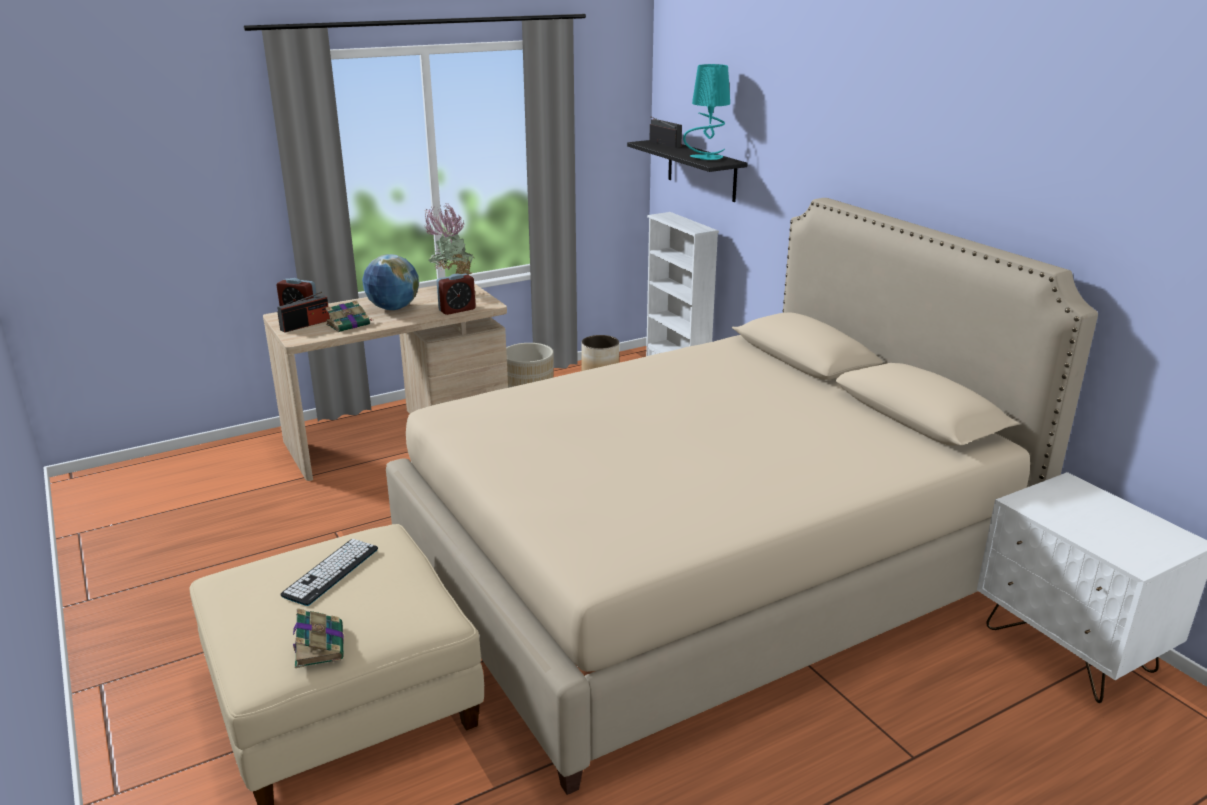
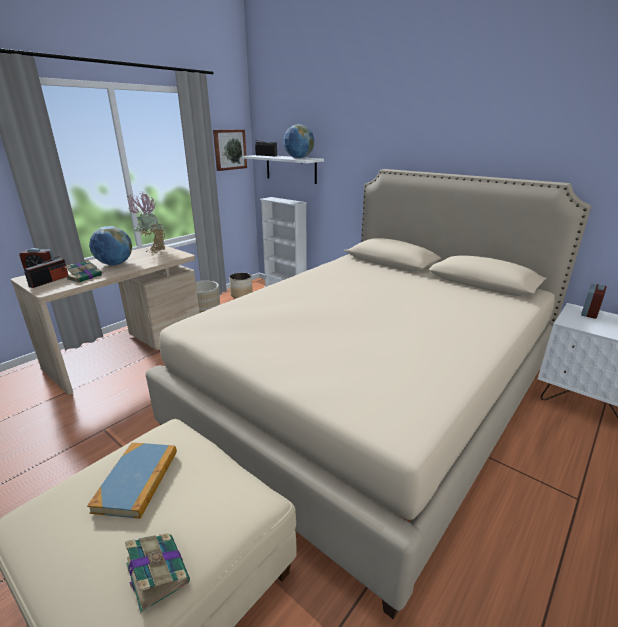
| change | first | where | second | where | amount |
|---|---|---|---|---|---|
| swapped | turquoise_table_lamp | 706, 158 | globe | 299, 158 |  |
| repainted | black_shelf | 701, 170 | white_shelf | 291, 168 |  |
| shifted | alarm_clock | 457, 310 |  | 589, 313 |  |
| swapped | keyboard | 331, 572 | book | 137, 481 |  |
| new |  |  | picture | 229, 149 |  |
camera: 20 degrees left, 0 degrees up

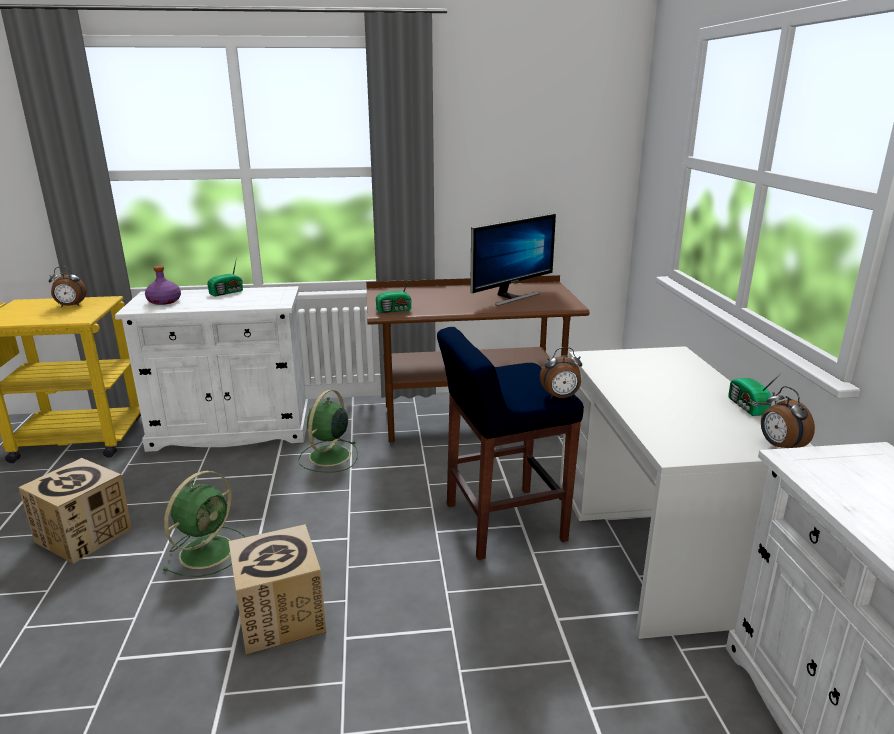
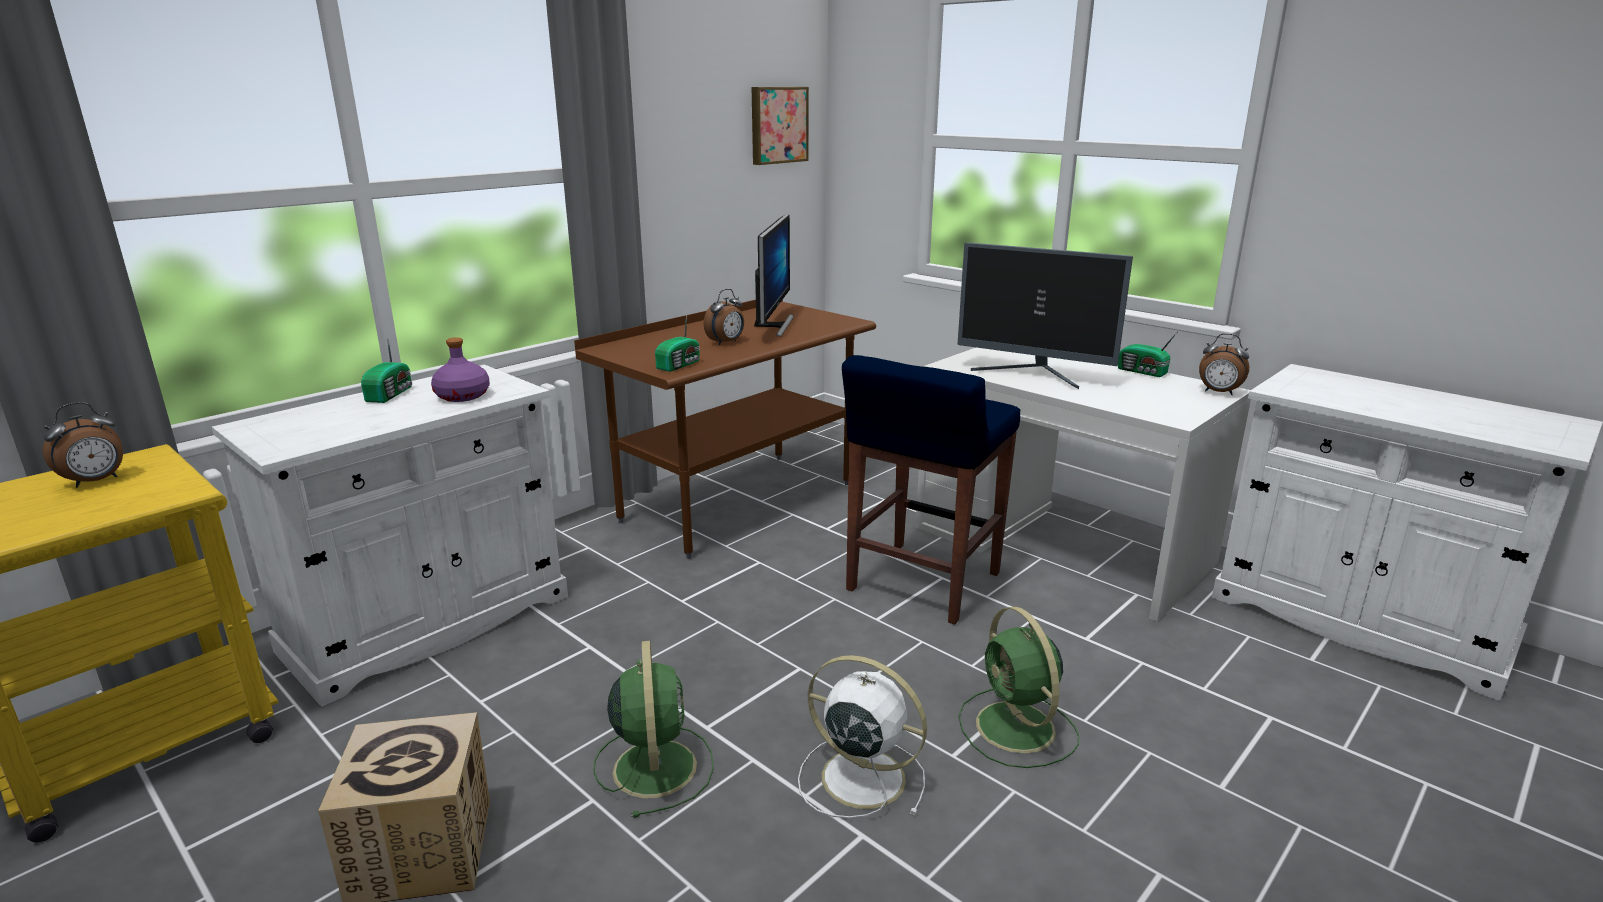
| change | first | where | second | where | amount |
|---|---|---|---|---|---|
| shifted | purple_bottle | 164, 301 |  | 462, 396 |  |
| shifted | alarm_clock | 560, 397 |  | 726, 342 |  |
| shifted | green_fan | 328, 457 |  | 1017, 729 |  |
| swapped | cardboard_box | 280, 616 | white_fan | 859, 776 |  |
| new |  |  | picture | 777, 125 |  |
| new |  |  | monitor | 1033, 374 |  |
camera: 40 degrees left, 0 degrees up

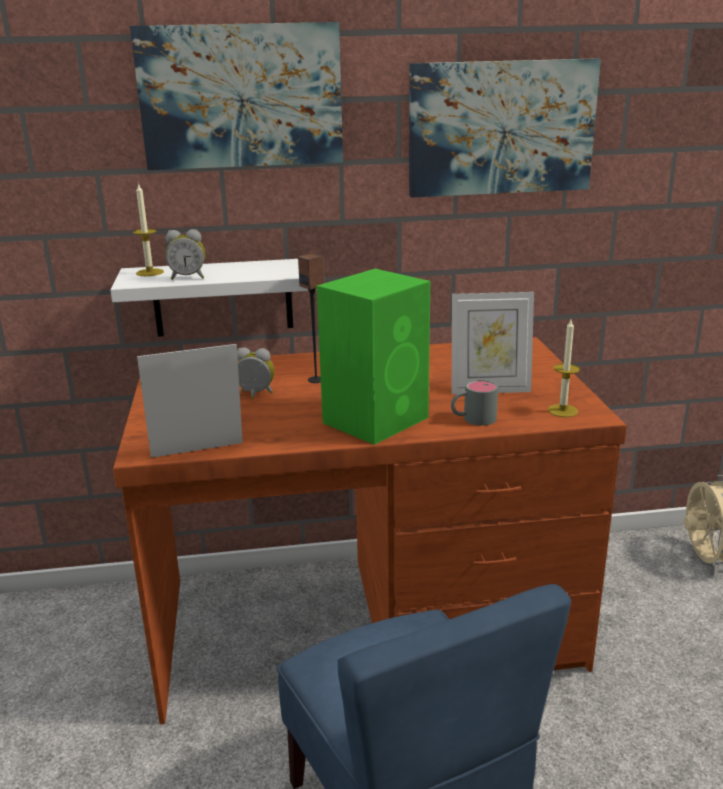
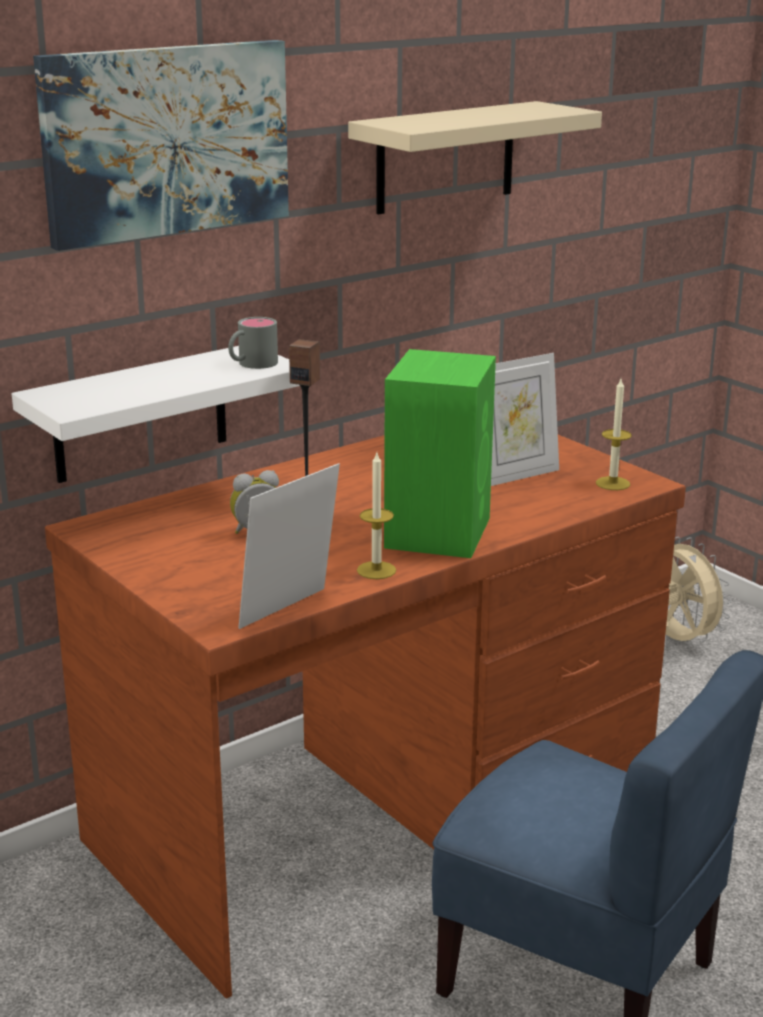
| change | first | where | second | where | amount |
|---|---|---|---|---|---|
| swapped | picture | 501, 128 | beige_shelf | 445, 157 |  |
| shifted | candle | 150, 272 |  | 376, 570 |  |
| gone | alarm_clock | 188, 277 |  |  |  |
| shifted | grey_mug | 472, 419 |  | 251, 364 |  |
camera: 30 degrees left, 0 degrees up

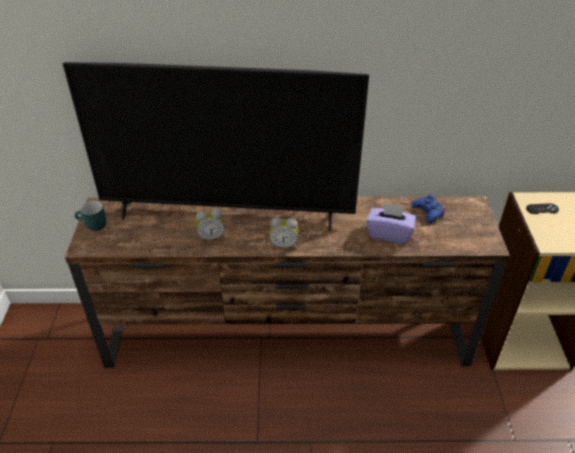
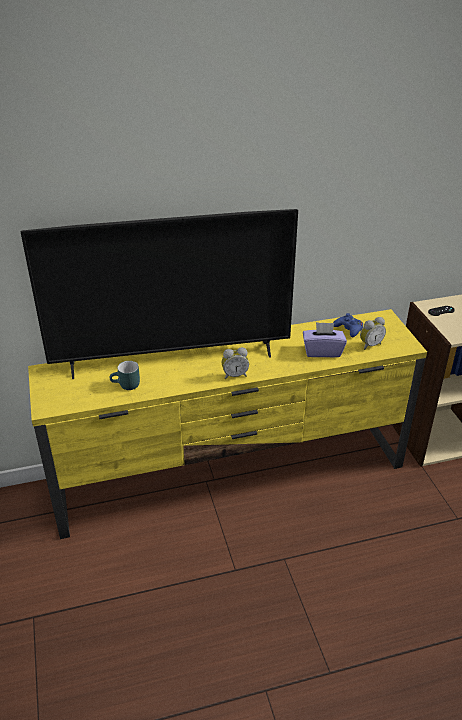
| change | first | where | second | where | amount |
|---|---|---|---|---|---|
| repainted | brown_tv_stand | 289, 336 | yellow_tv_stand | 232, 474 |  |
| shifted | turquoise_mug | 93, 226 |  | 126, 386 |  |
| shifted | alarm_clock | 211, 237 |  | 370, 345 |  |
camera: 15 degrees left, 5 degrees down

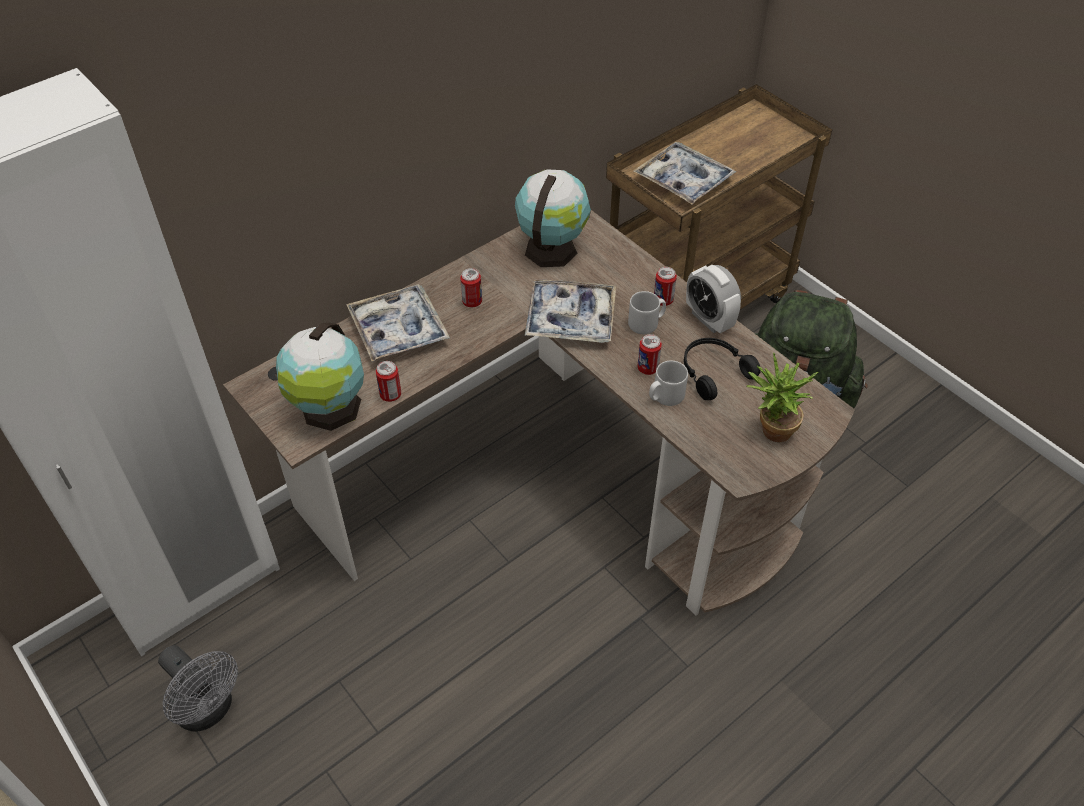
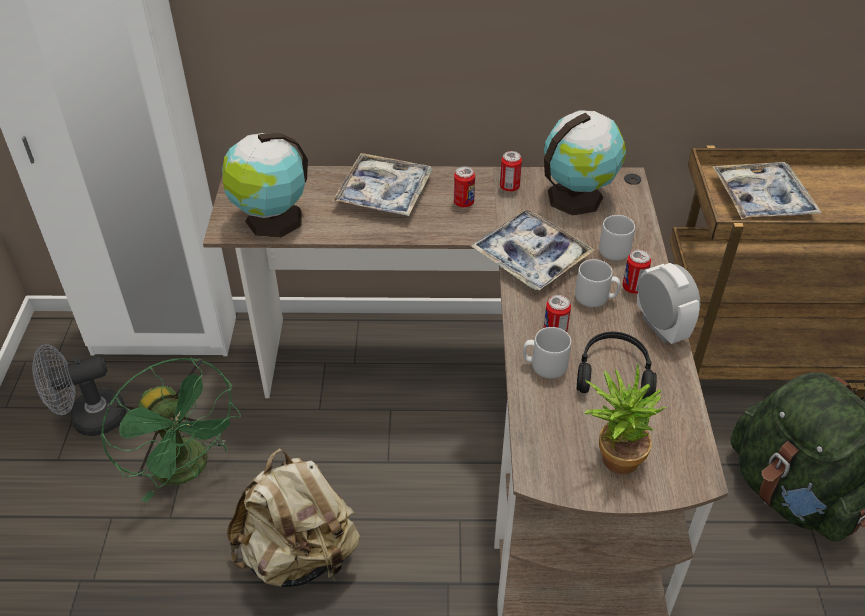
| change | first | where | second | where | amount |
|---|---|---|---|---|---|
| rotated | alarm_clock | 709, 319 |  | 660, 327 | 150 degrees clockwise |
| shifted | can | 390, 395 |  | 509, 187 |  |
| rotated | grey_fan | 209, 710 |  | 89, 419 | 75 degrees clockwise |
| new |  |  | grey_mug | 613, 248 |  |
| new |  |  | green_fan | 188, 470 |  |
| new |  |  | beige_backpack | 299, 555 |  |
camera: 40 degrees right, 5 degrees down

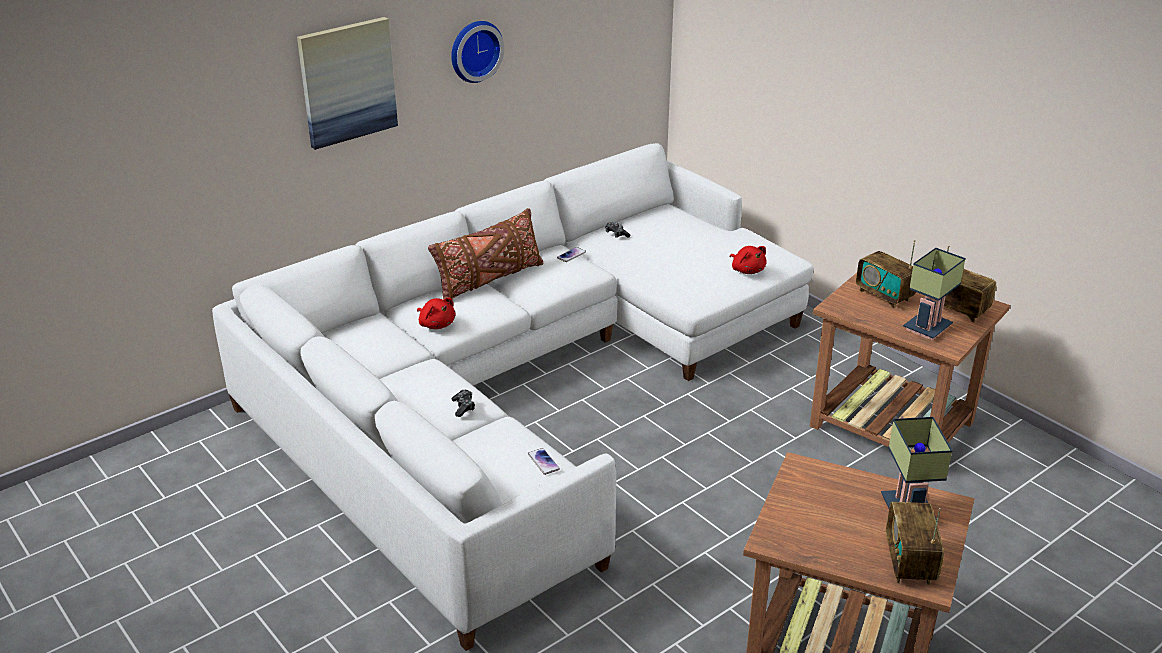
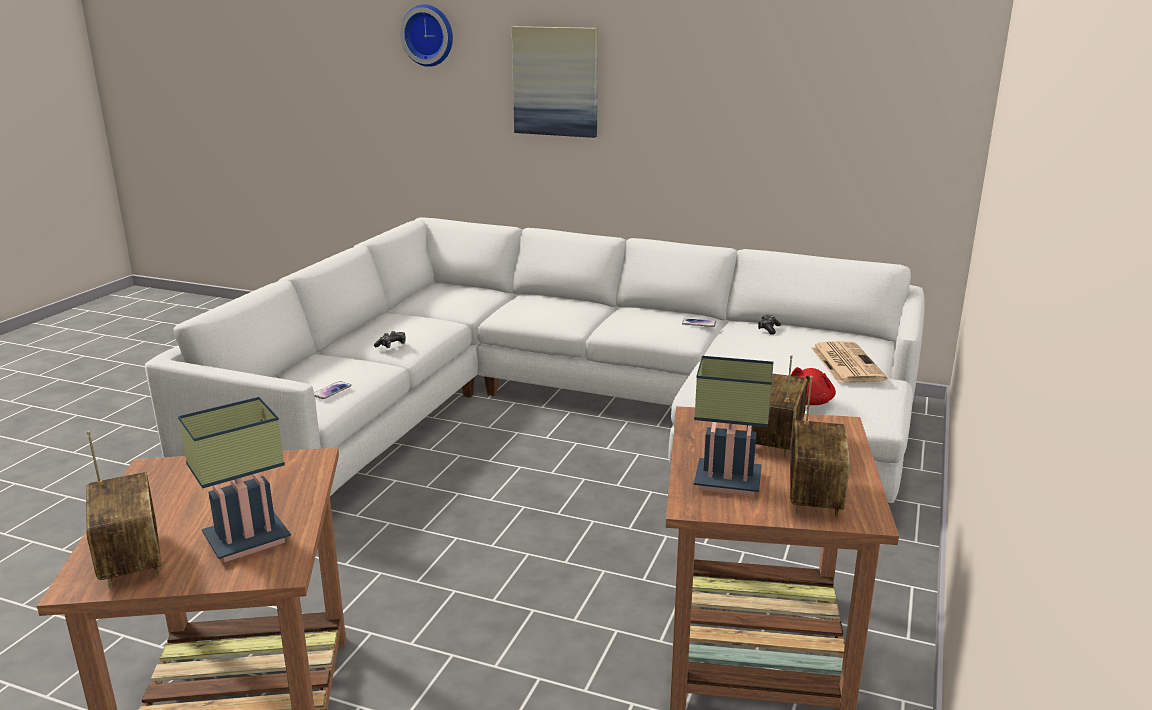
| change | first | where | second | where | amount |
|---|---|---|---|---|---|
| shifted | wall_clock | 474, 50 |  | 429, 35 |  |
| gone | brown_pillow | 489, 280 |  |  |  |
| gone | red_plush_toy | 436, 324 |  |  |  |
| rotated | radio | 909, 562 |  | 130, 560 | 90 degrees clockwise |
| new |  |  | newspaper | 845, 363 |  |
camera: 60 degrees right, 10 degrees down

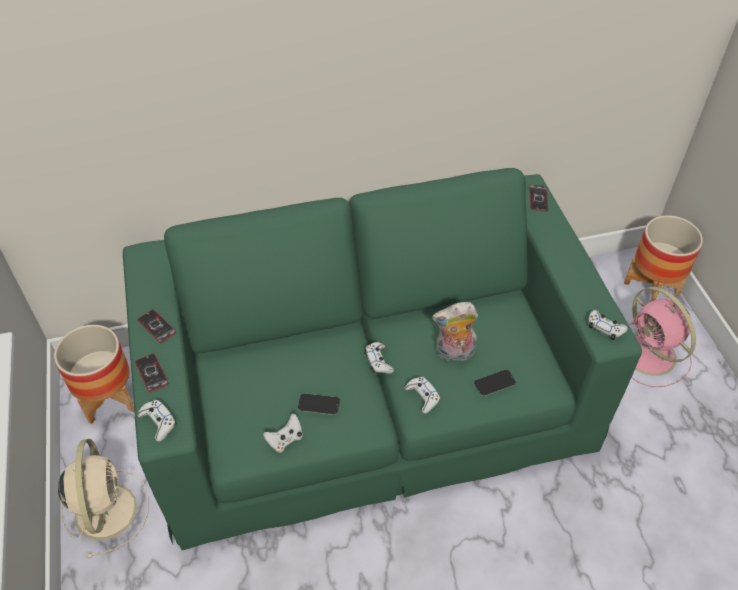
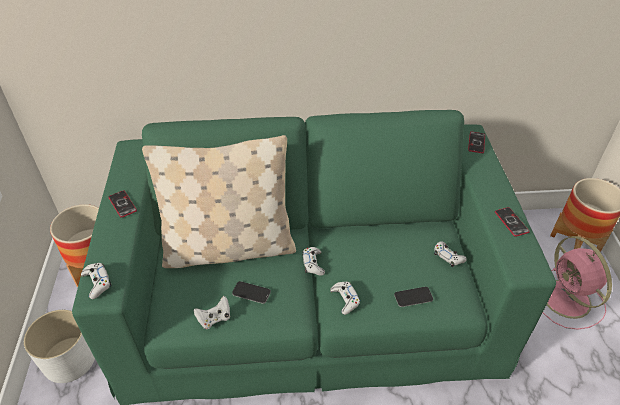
| change | first | where | second | where | amount |
|---|---|---|---|---|---|
| gone | plush_toy | 453, 353 |  |  |  |
| shifted | white_game_controller | 605, 327 |  | 448, 256 |  |
| shifted | phone | 151, 373 |  | 511, 222 |  |
| swapped | beige_fan | 106, 508 | white_planter | 69, 359 |  |
| new |  |  | beige_pillow | 229, 248 |  |
camera: 10 degrees right, 5 degrees down

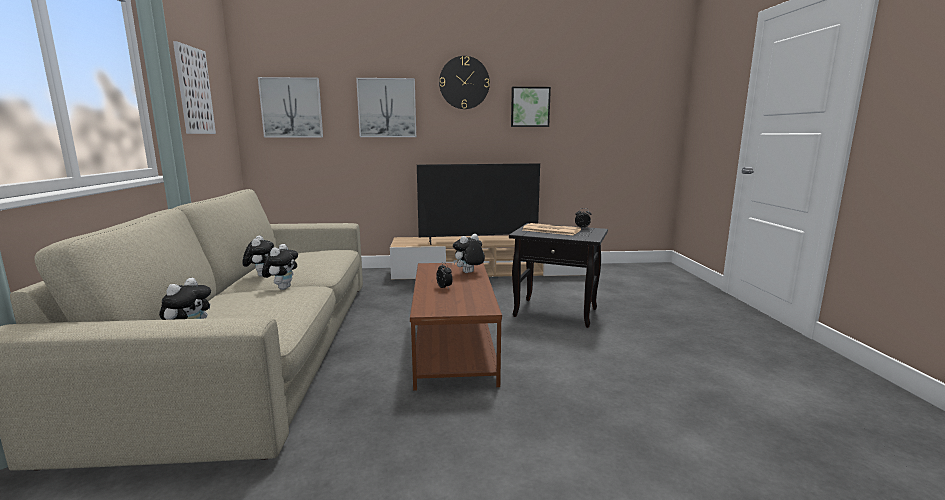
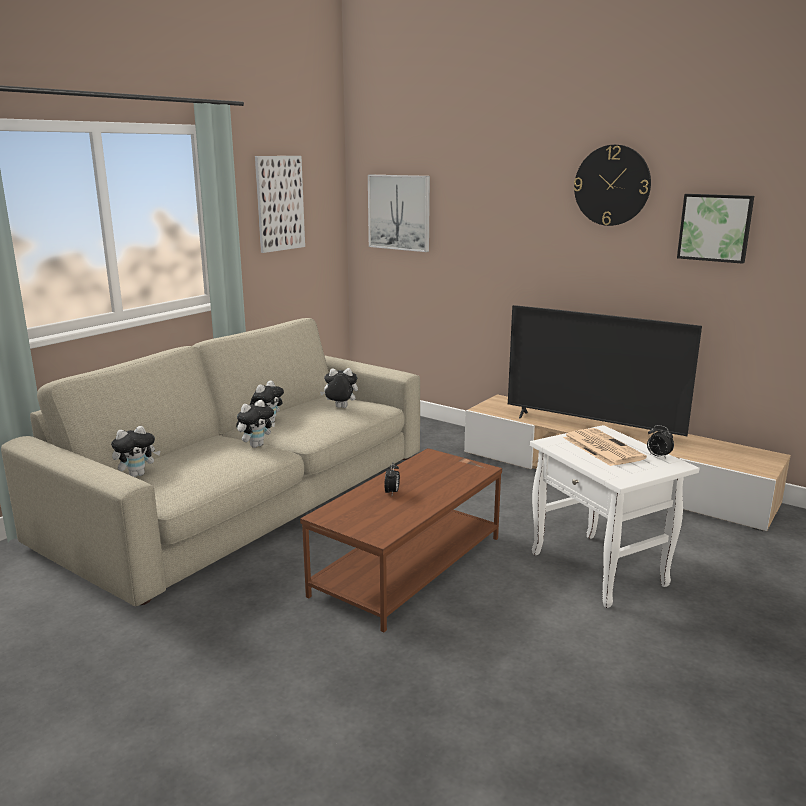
| change | first | where | second | where | amount |
|---|---|---|---|---|---|
| gone | picture | 387, 108 |  |  |  |
| repainted | black_side_table | 557, 312 | white_side_table | 601, 570 |  |
| shifted | plush_toy | 468, 273 |  | 340, 408 |  |
camera: 40 degrees right, 5 degrees up

